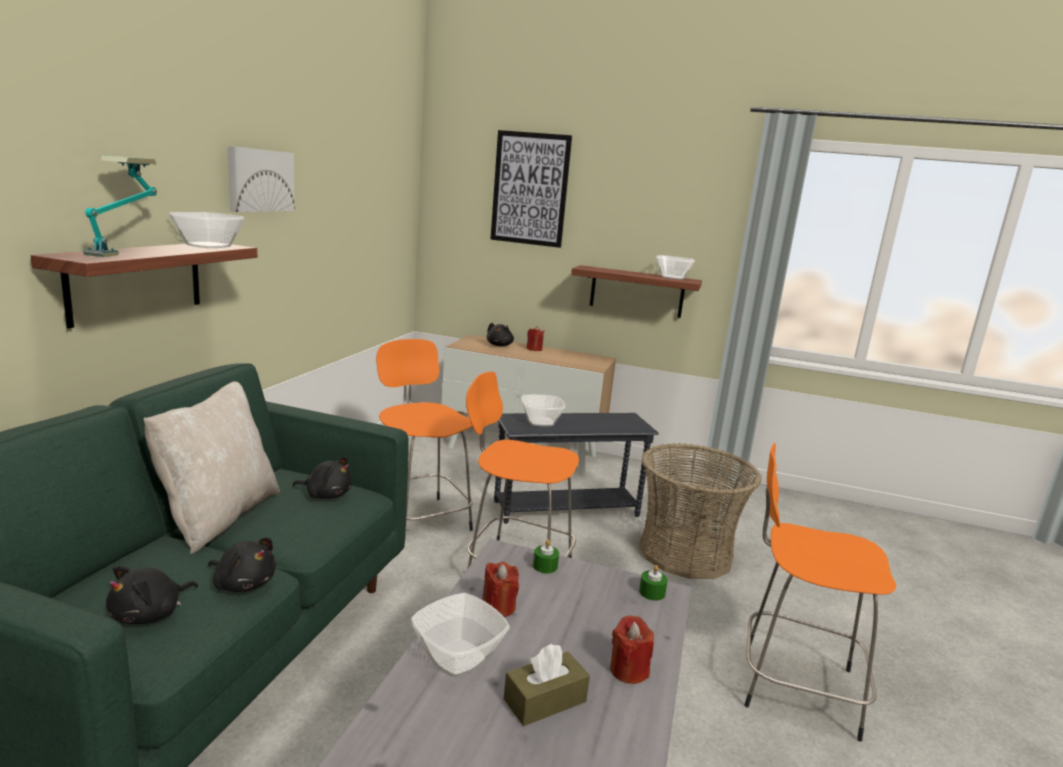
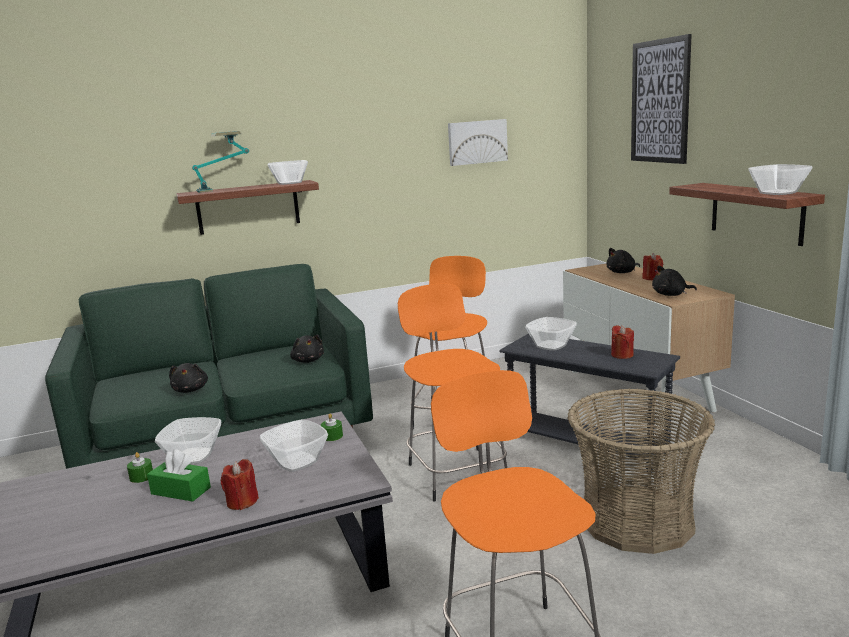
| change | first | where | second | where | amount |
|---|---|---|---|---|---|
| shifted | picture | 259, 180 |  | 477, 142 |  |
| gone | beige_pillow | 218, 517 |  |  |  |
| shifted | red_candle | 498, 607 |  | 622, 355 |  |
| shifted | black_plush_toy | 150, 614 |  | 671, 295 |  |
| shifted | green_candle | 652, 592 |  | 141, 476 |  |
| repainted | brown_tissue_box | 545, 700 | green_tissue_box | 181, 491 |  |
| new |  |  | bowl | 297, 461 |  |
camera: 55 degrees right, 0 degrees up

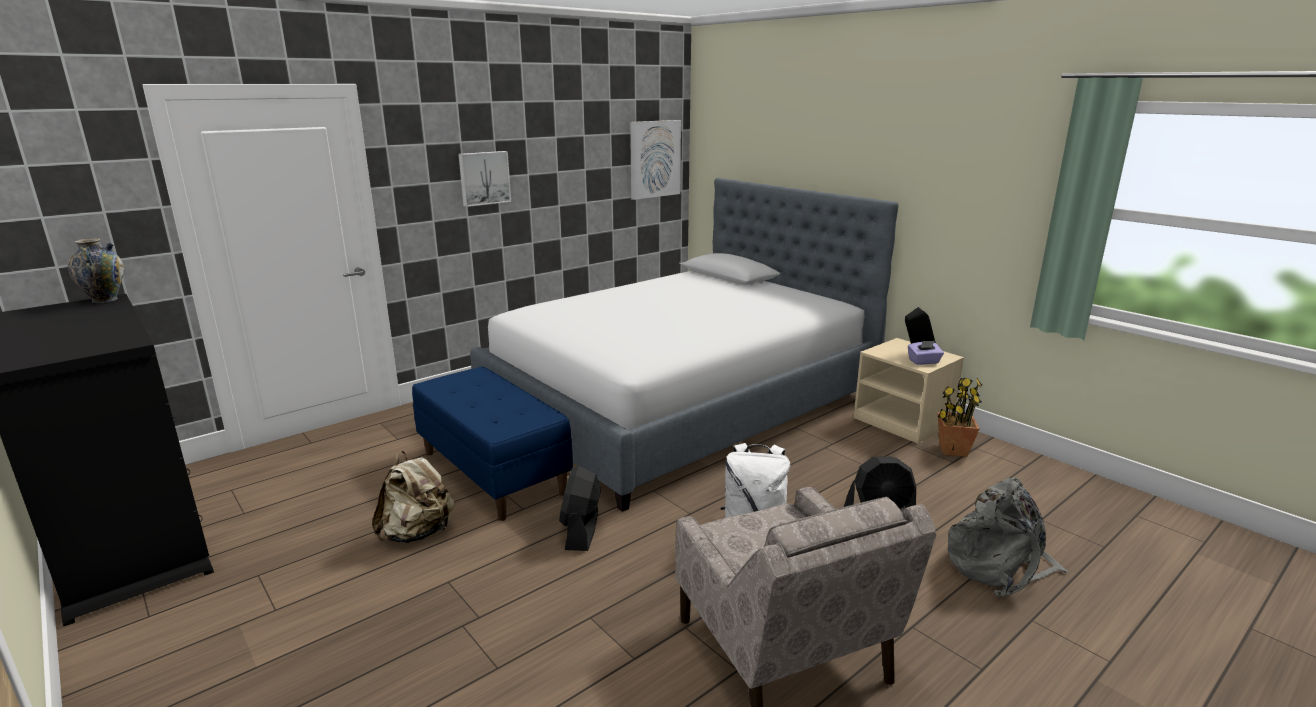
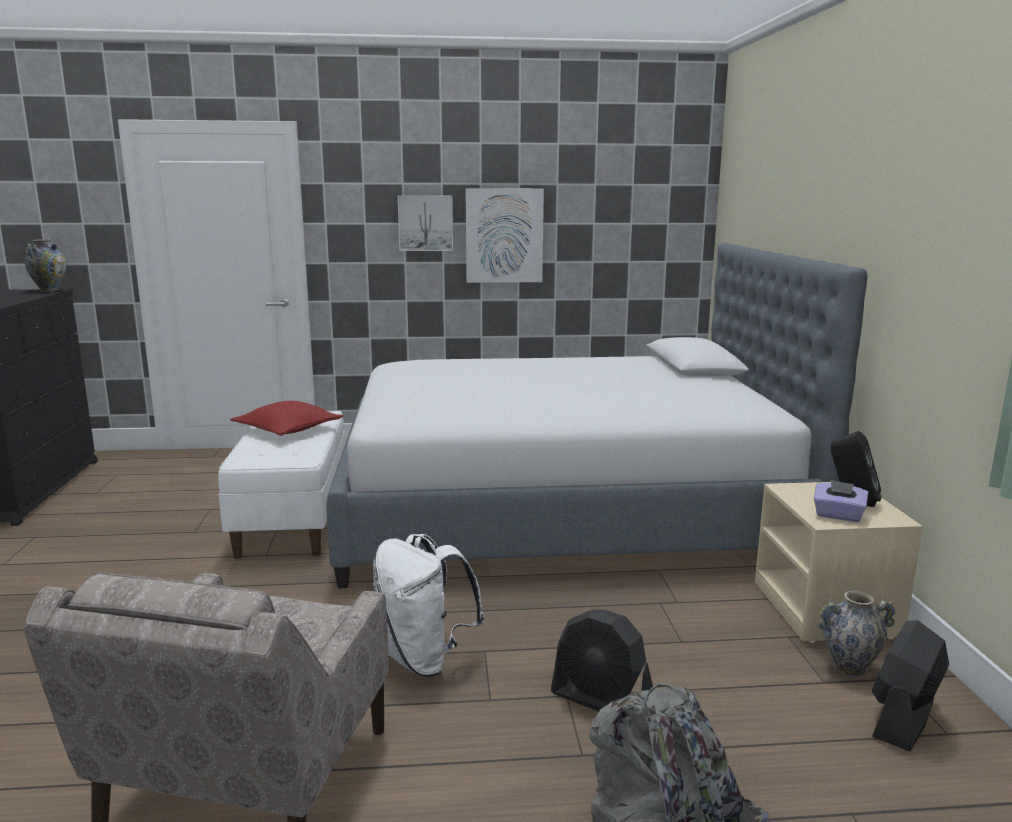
| change | first | where | second | where | amount |
|---|---|---|---|---|---|
| shifted | picture | 654, 159 |  | 504, 235 |  |
| repainted | blue_bench | 494, 472 | white_bench | 294, 518 |  |
| swapped | potted_plant | 952, 450 | vase | 849, 668 |  |
| gone | beige_backpack | 417, 533 |  |  |  |
| shifted | black_fan | 581, 531 |  | 903, 719 |  |
| new |  |  | red_pillow | 288, 430 |  |
camera: 35 degrees right, 5 degrees down

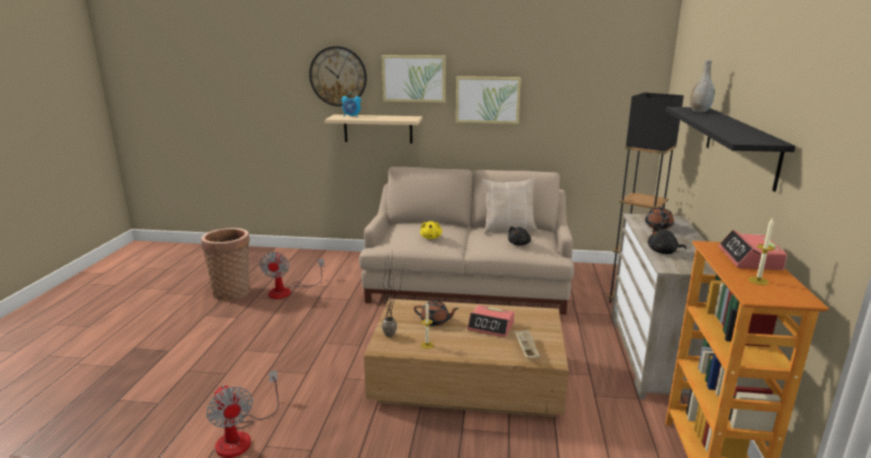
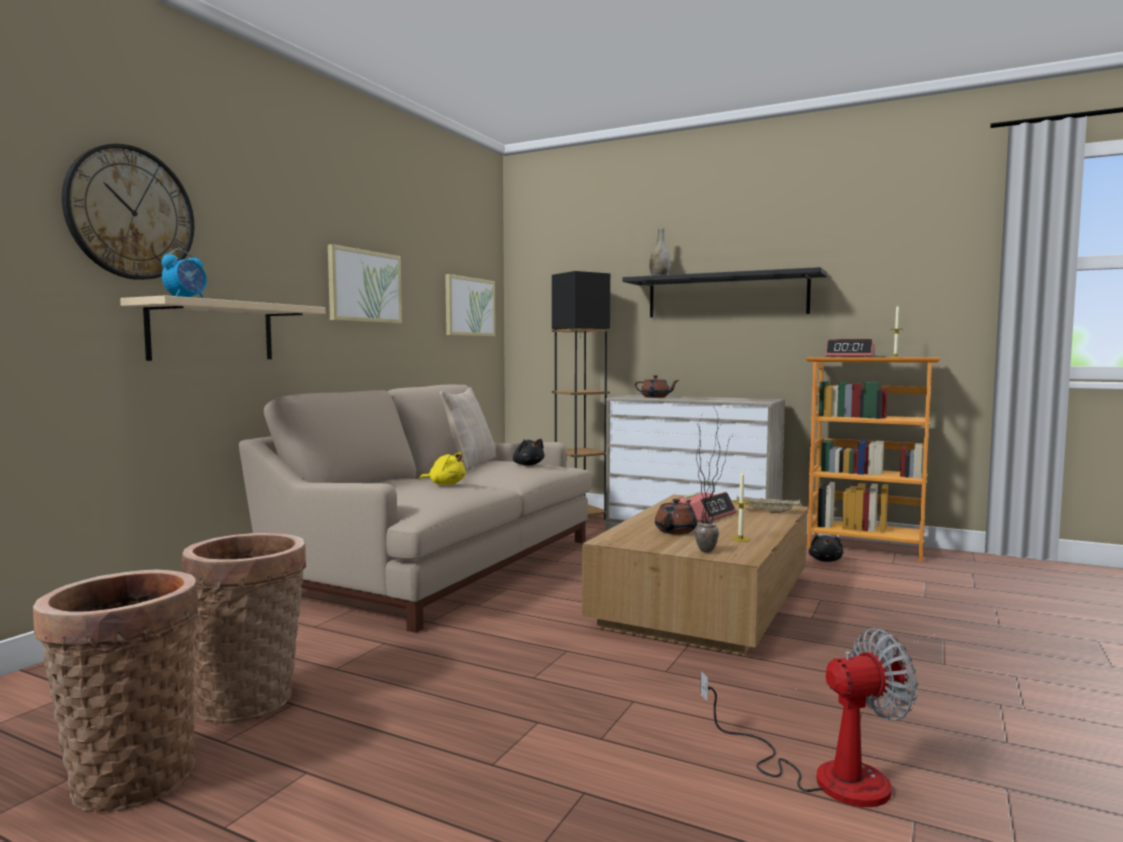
| change | first | where | second | where | amount |
|---|---|---|---|---|---|
| shifted | picture | 414, 78 |  | 469, 307 |  |
| shifted | black_plush_toy | 663, 252 |  | 825, 560 |  |
| swapped | fan | 287, 291 | basket | 251, 699 |  |
camera: 70 degrees left, 15 degrees down

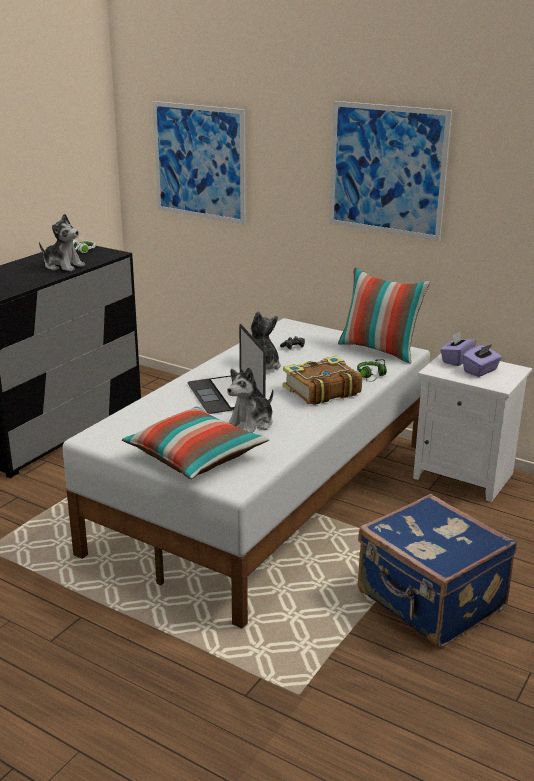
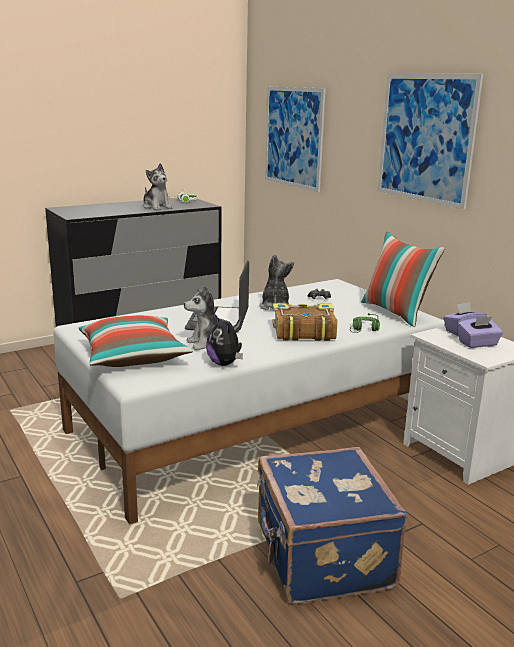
| change | first | where | second | where | amount |
|---|---|---|---|---|---|
| new |  |  | plush_toy | 224, 364 |  |
camera: 25 degrees right, 5 degrees down

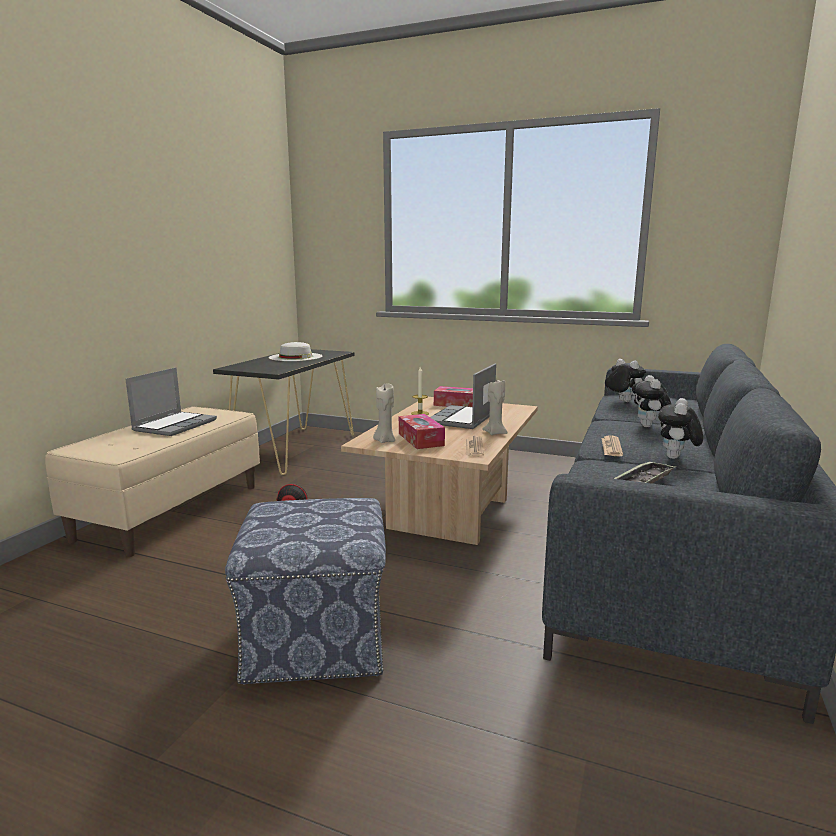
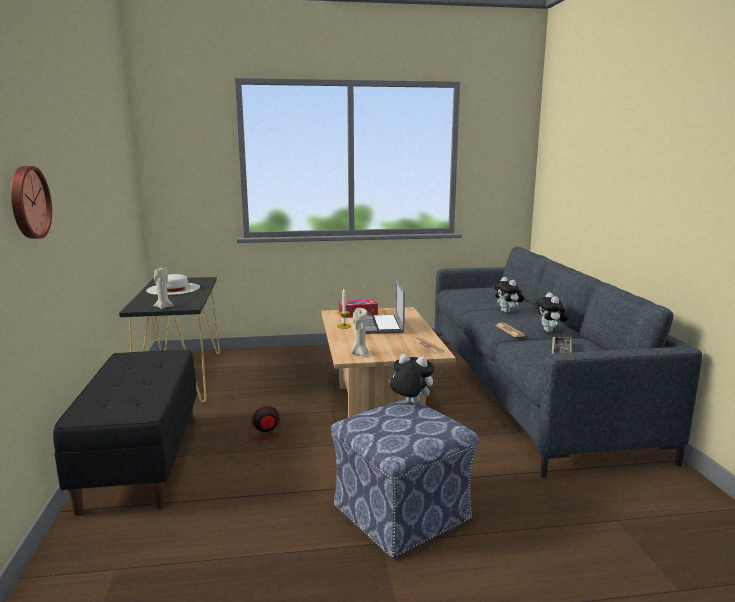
| change | first | where | second | where | amount |
|---|---|---|---|---|---|
| shifted | plush_toy | 622, 401 |  | 410, 403 |  |
| gone | laptop | 175, 425 |  |  |  |
| shifted | beige_candle | 495, 433 |  | 164, 307 |  |
| repainted | beige_bench | 171, 511 | black_bench | 141, 459 |  |
| gone | tissue_box | 420, 439 |  |  |  |
| new |  |  | wall_clock | 27, 202 |  |
camera: 30 degrees left, 0 degrees up

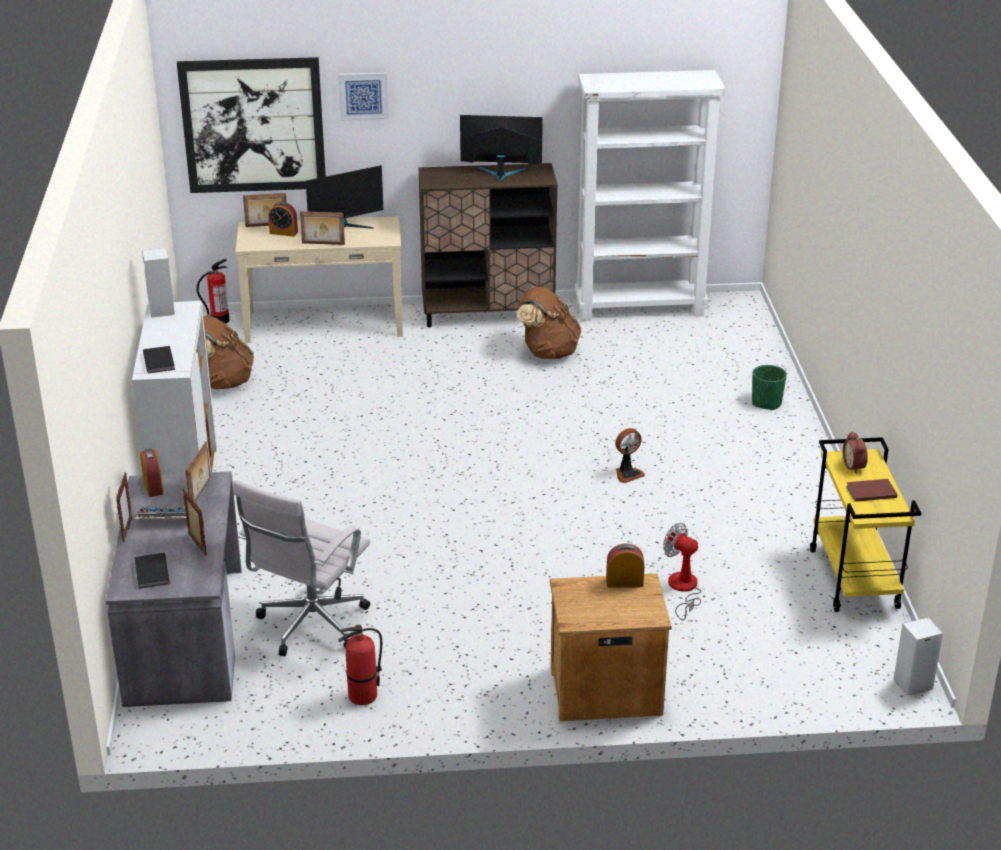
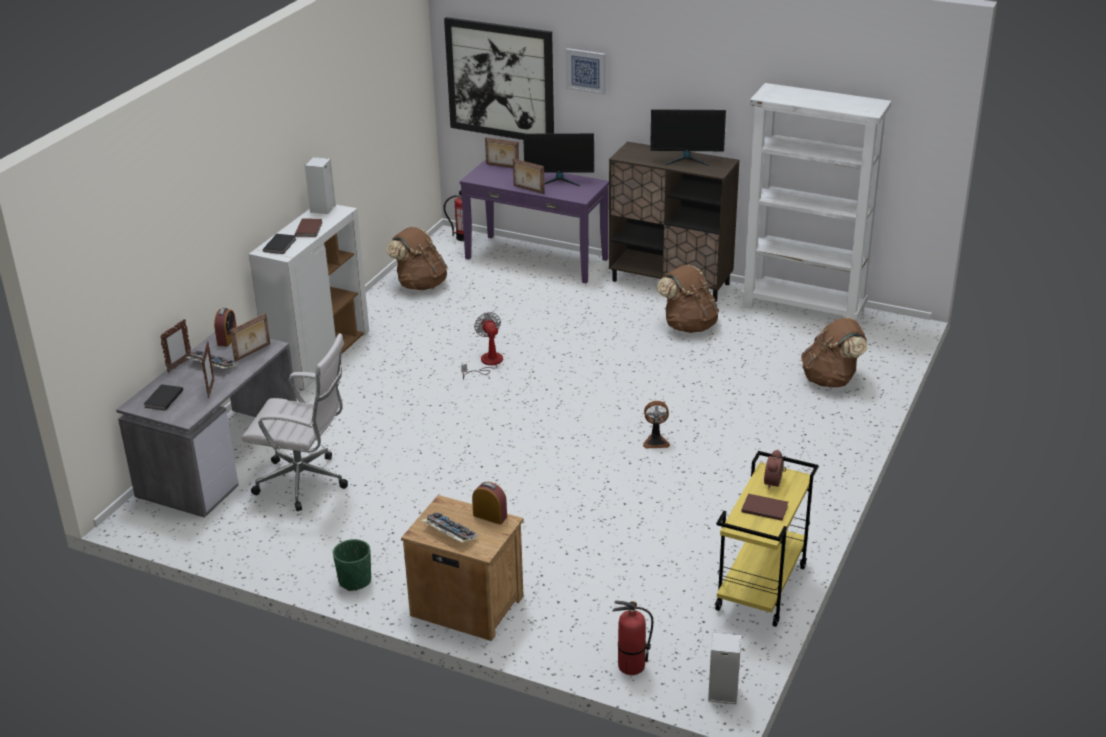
| change | first | where | second | where | amount |
|---|---|---|---|---|---|
| rotated | monitor | 500, 173 |  | 686, 159 | 150 degrees clockwise |
| gone | alarm_clock | 283, 232 |  |  |  |
| repainted | beige_console_table | 324, 323 | purple_console_table | 536, 258 |  |
| shifted | green_planter | 766, 403 |  | 354, 580 |  |
| rotated | white_office_chair | 310, 627 |  | 306, 483 | 135 degrees counterclockwise |
| shifted | fan | 683, 589 |  | 487, 363 |  |
| shifted | fire_extinguisher | 362, 696 |  | 631, 666 |  |
| new |  |  | brown_book | 309, 229 |  |
| new |  |  | brown_backpack | 831, 380 |  |
| new |  |  | keyboard | 448, 533 |  |
camera: 30 degrees right, 0 degrees up

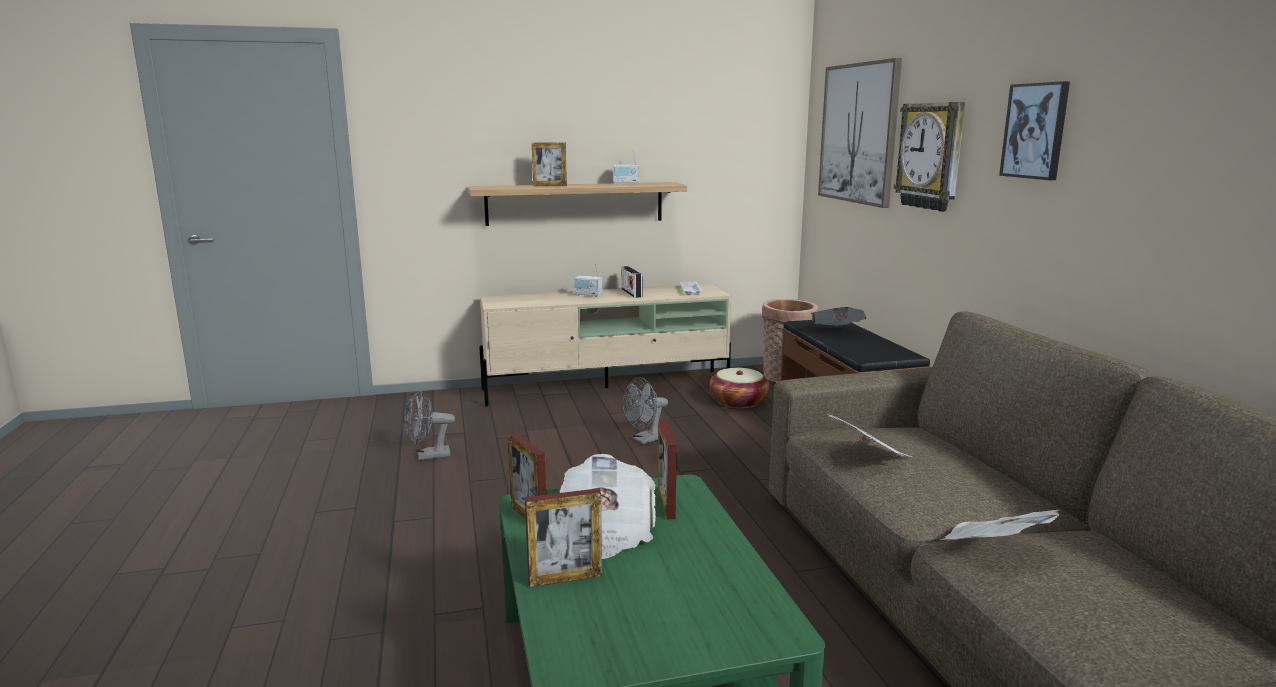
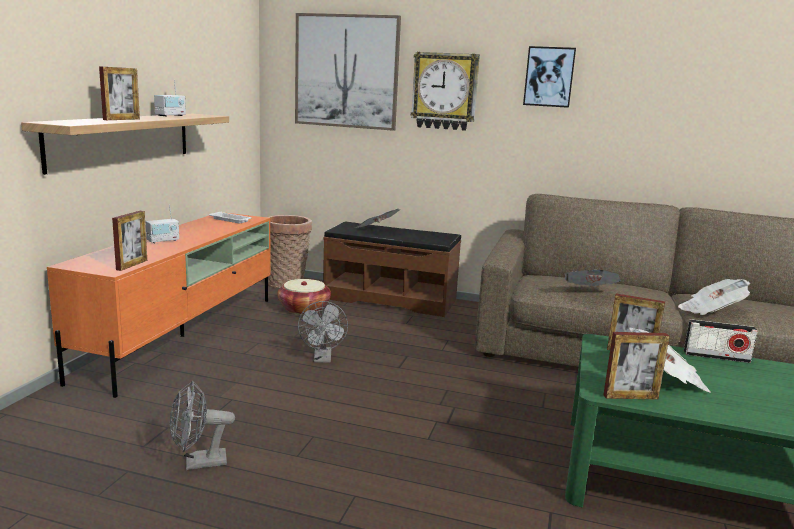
| change | first | where | second | where | amount |
|---|---|---|---|---|---|
| shifted | radio | 631, 293 |  | 716, 357 |  |
| repainted | beige_tv_stand | 608, 387 | orange_tv_stand | 184, 335 |  |
| rotated | grey_fan | 428, 456 |  | 198, 463 | 60 degrees clockwise |
| shifted | picture_frame | 565, 579 |  | 132, 265 |  |
camera: 60 degrees left, 0 degrees up

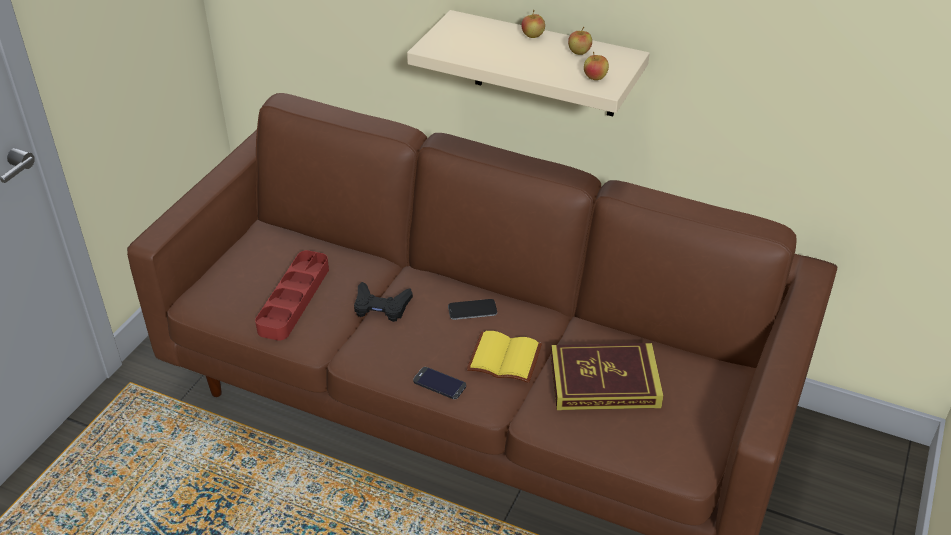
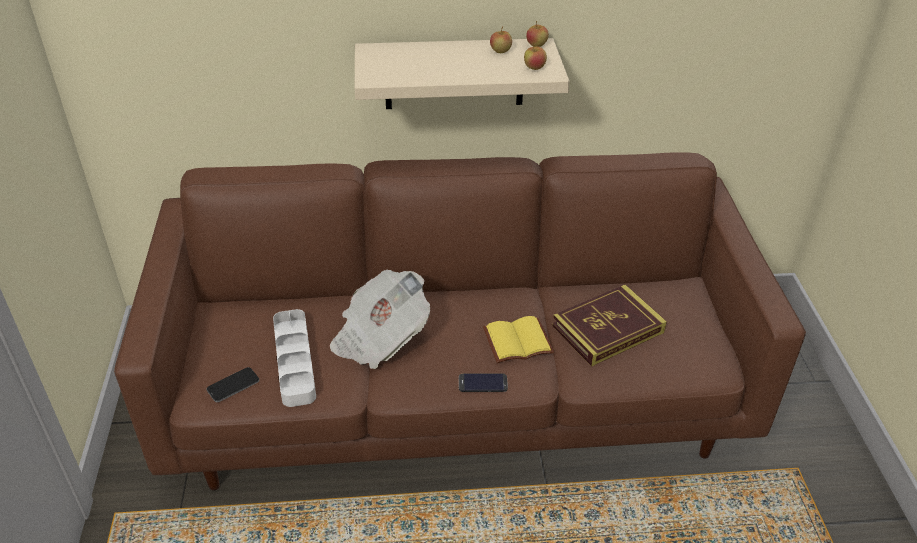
| change | first | where | second | where | amount |
|---|---|---|---|---|---|
| shifted | apple | 532, 36 |  | 536, 45 |  |
| repainted | red_tray | 294, 299 | white_tray | 294, 361 |  |
| swapped | black_game_controller | 381, 306 | newspaper | 379, 337 |  |
| shifted | phone | 472, 310 |  | 233, 385 |  |
camera: 30 degrees left, 0 degrees up

